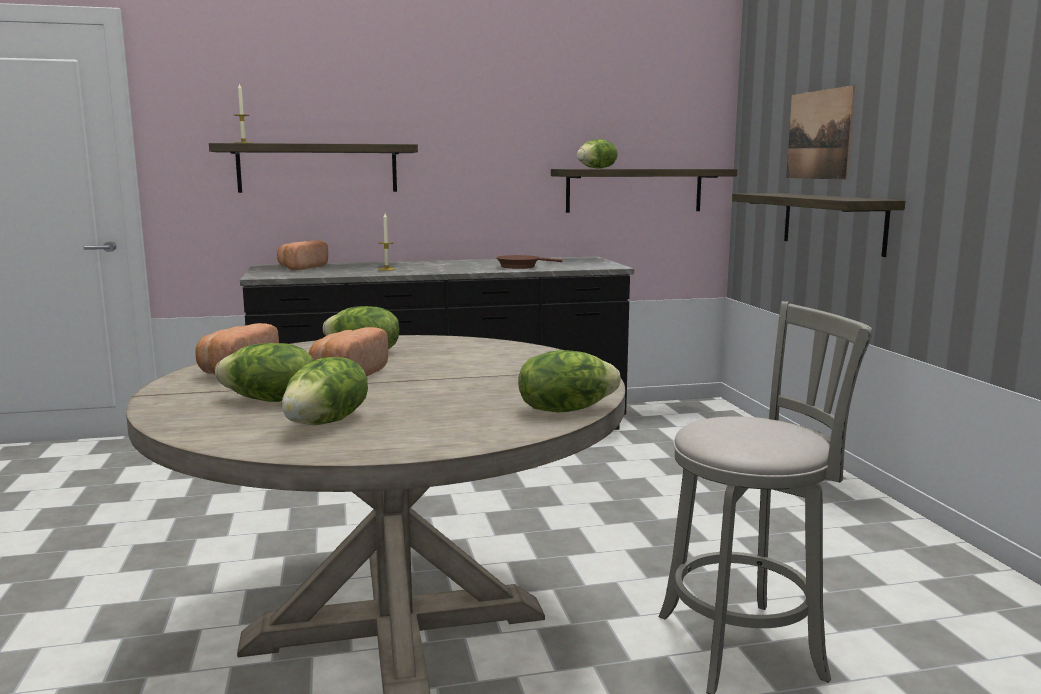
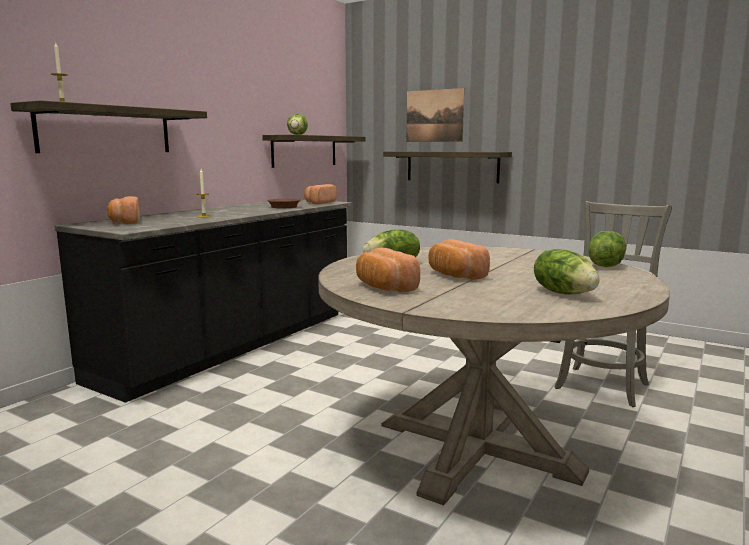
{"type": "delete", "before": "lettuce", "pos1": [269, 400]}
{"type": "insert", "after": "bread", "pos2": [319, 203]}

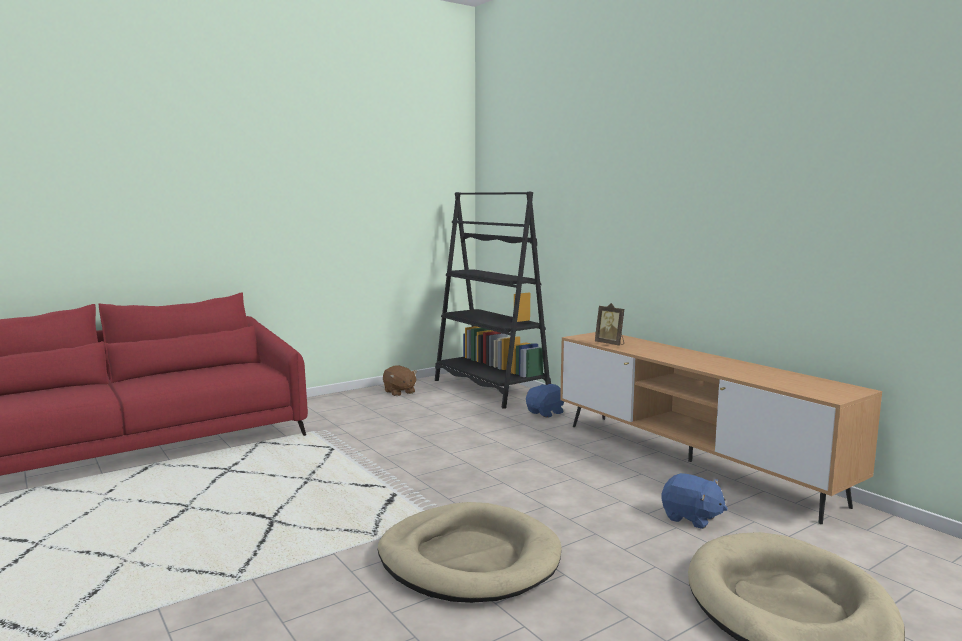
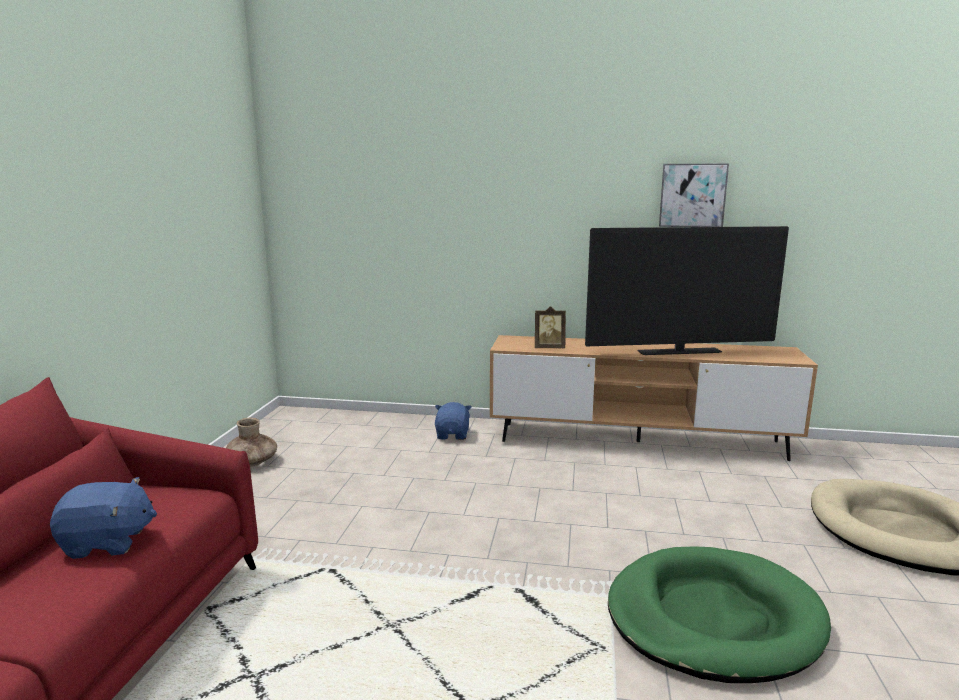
{"type": "delete", "before": "black bookcase", "pos1": [490, 388]}
{"type": "replace", "before": "brown plush toy", "after": "brown vase", "pos1": [399, 392], "pos2": [252, 462]}
{"type": "move", "before": "blue plush toy", "pos1": [691, 518], "pos2": [107, 543]}
{"type": "recolor", "before": "beige dog bed", "after": "green dog bed", "pos1": [469, 559], "pos2": [712, 618]}
{"type": "insert", "after": "picture", "pos2": [692, 195]}
{"type": "insert", "after": "television", "pos2": [679, 352]}

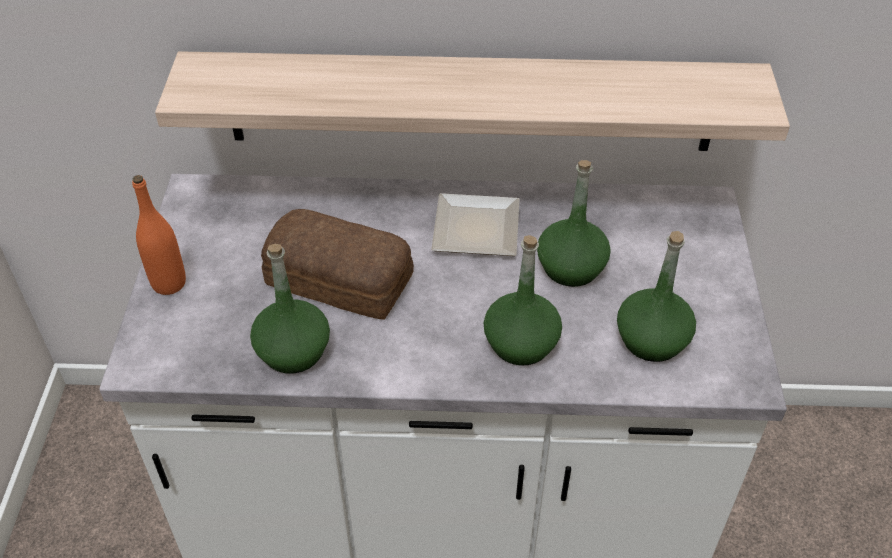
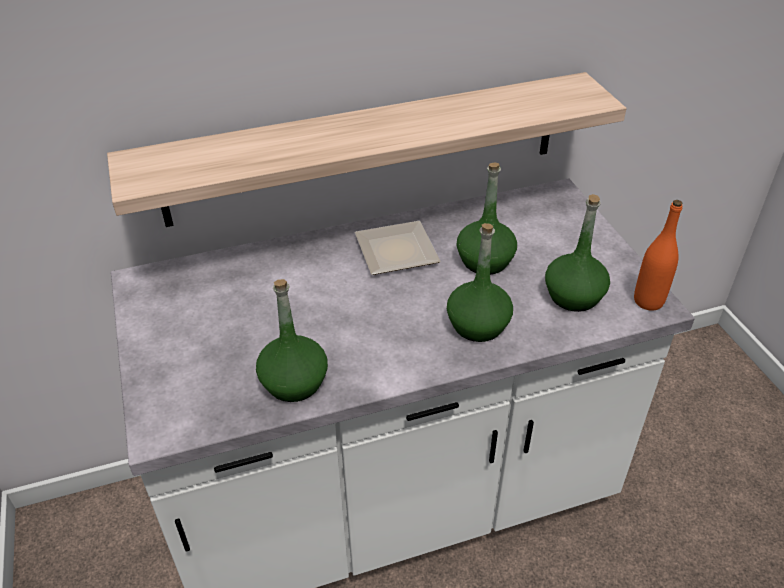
{"type": "move", "before": "orange bottle", "pos1": [169, 283], "pos2": [648, 301]}
{"type": "delete", "before": "bread", "pos1": [340, 281]}

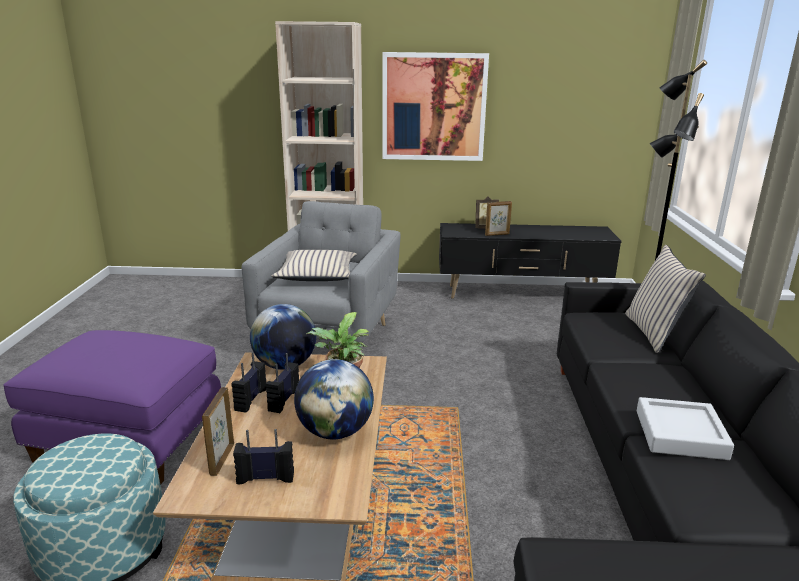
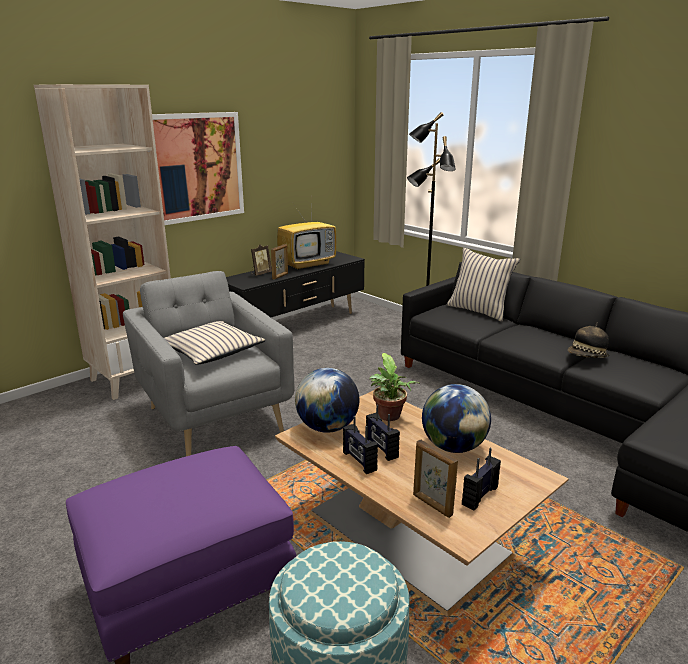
{"type": "replace", "before": "grey tray", "after": "hat", "pos1": [680, 434], "pos2": [587, 357]}
{"type": "insert", "after": "television", "pos2": [308, 264]}

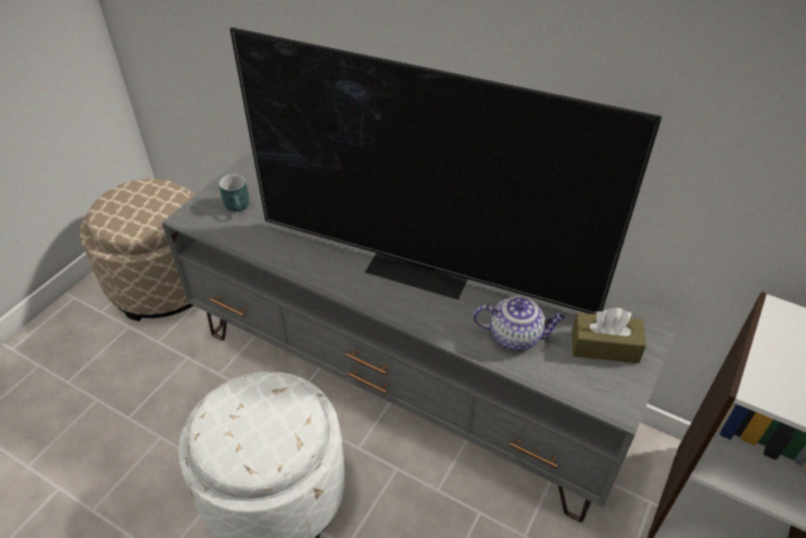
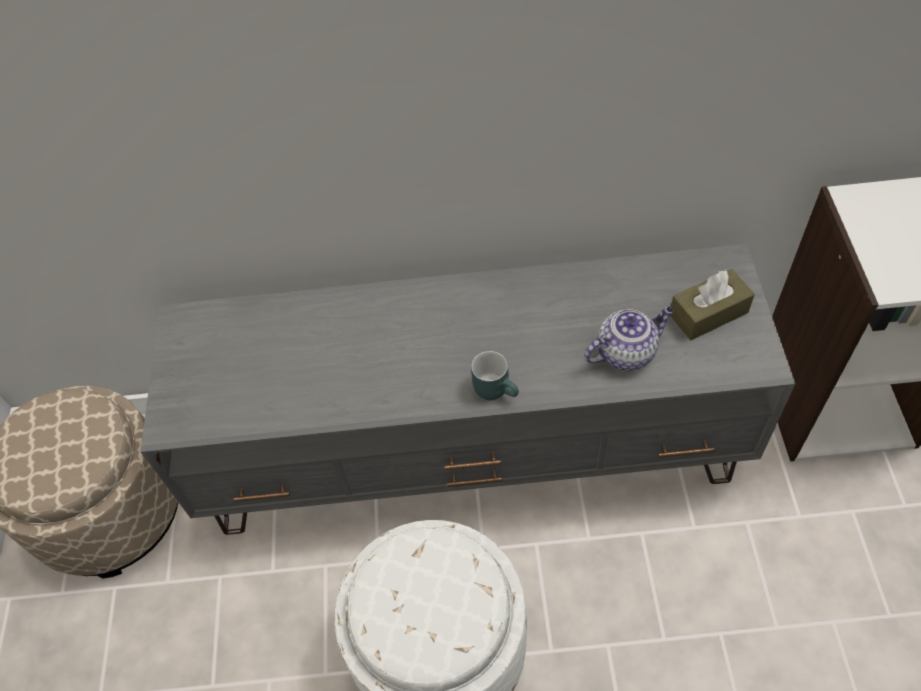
{"type": "delete", "before": "television", "pos1": [422, 267]}
{"type": "move", "before": "turquoise mug", "pos1": [239, 207], "pos2": [497, 388]}

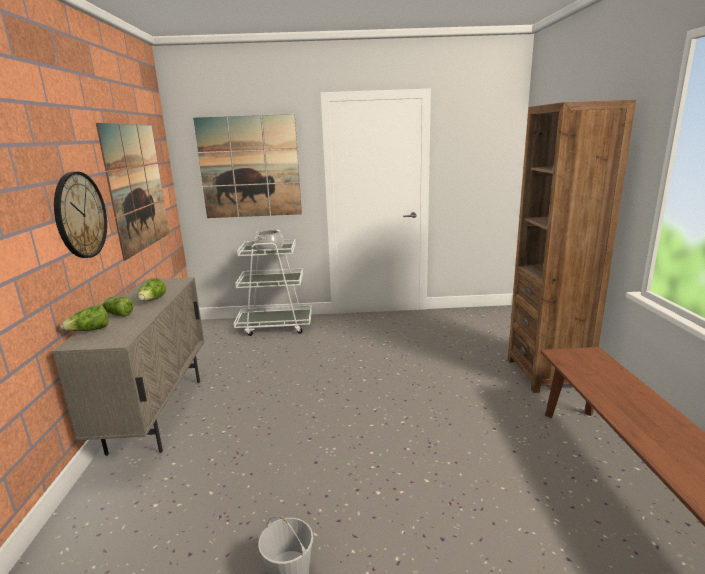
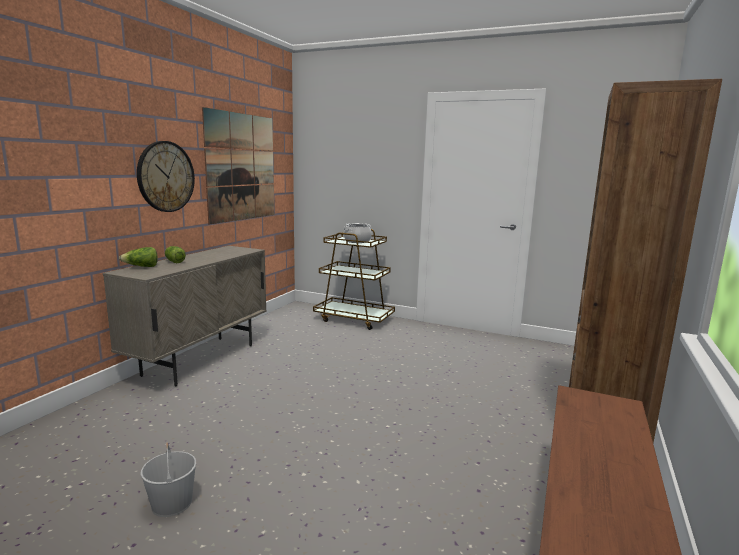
{"type": "delete", "before": "picture", "pos1": [249, 167]}
{"type": "recolor", "before": "white cart", "after": "brown cart", "pos1": [275, 326], "pos2": [354, 319]}
{"type": "delete", "before": "lettuce", "pos1": [152, 300]}

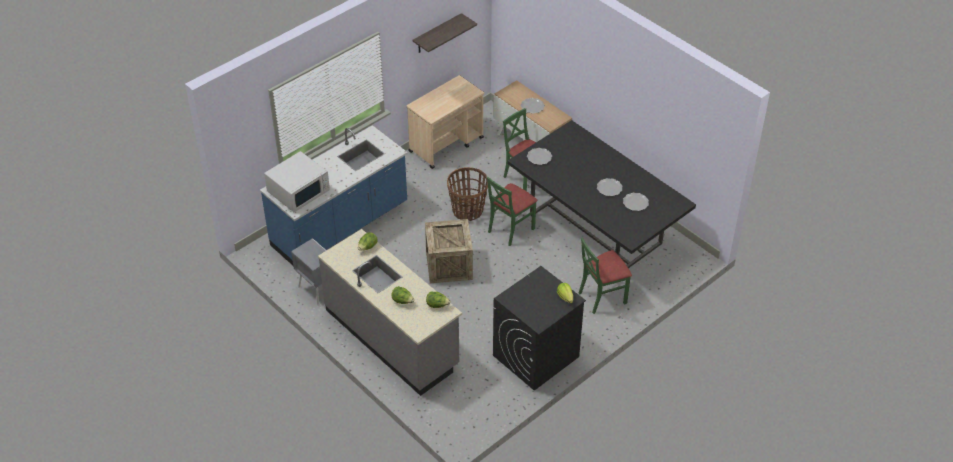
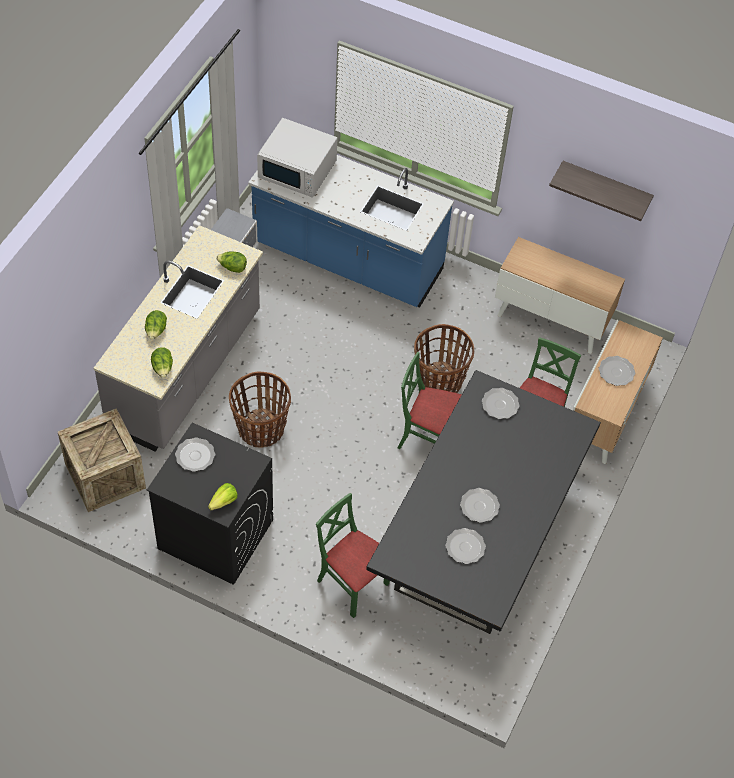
{"type": "replace", "before": "beige cart", "after": "cabinet", "pos1": [446, 144], "pos2": [552, 320]}
{"type": "move", "before": "crate", "pos1": [449, 265], "pos2": [105, 476]}
{"type": "insert", "after": "basket", "pos2": [261, 429]}
{"type": "insert", "after": "plate", "pos2": [195, 456]}

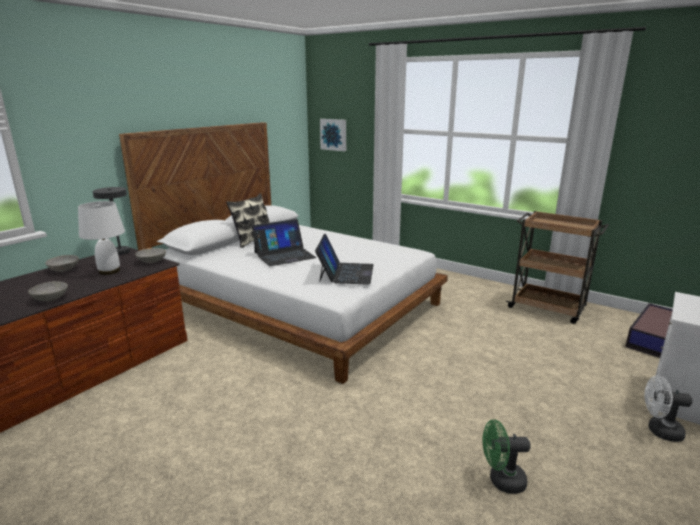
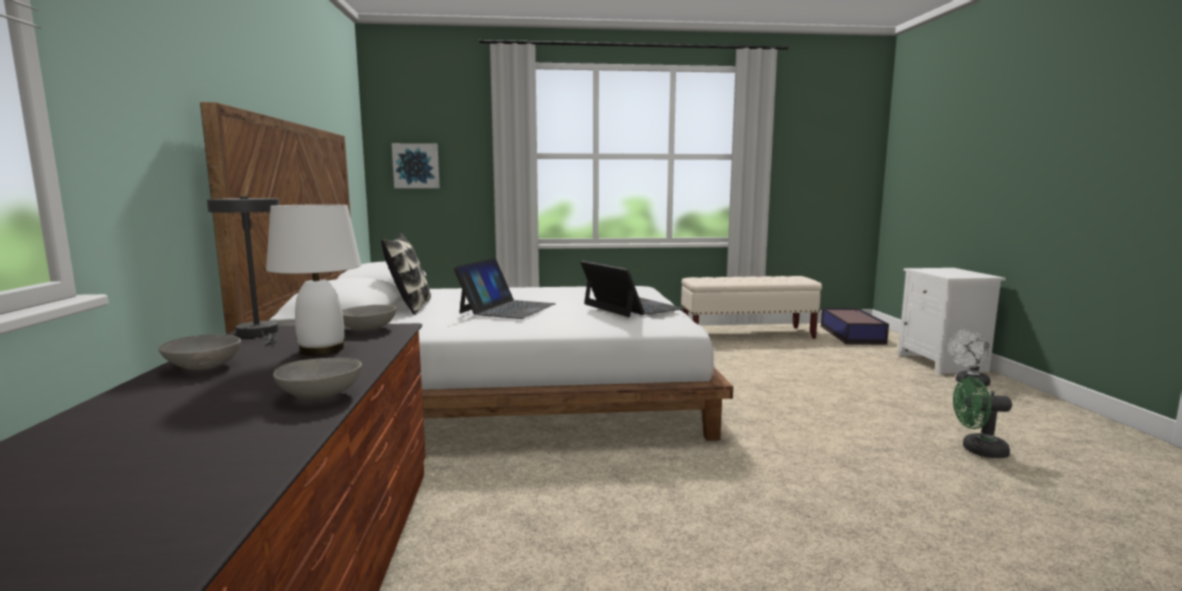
{"type": "replace", "before": "brown cart", "after": "beige bench", "pos1": [548, 308], "pos2": [747, 334]}
{"type": "rotate", "before": "green fan", "pos1": [501, 481], "pos2": [978, 450], "turn": 45}

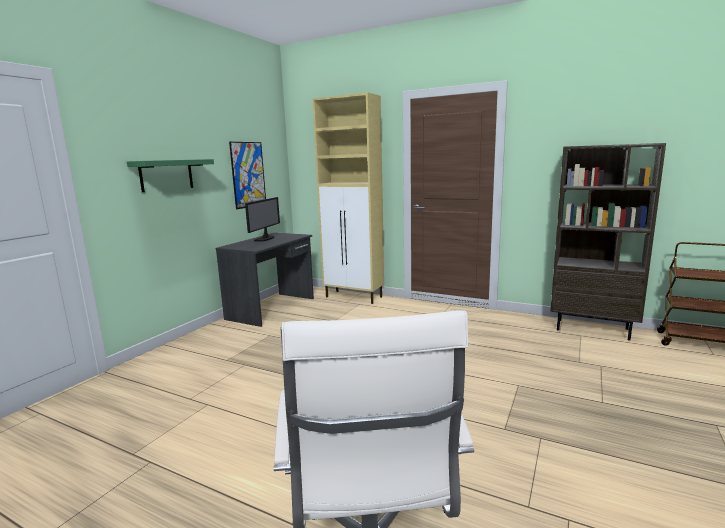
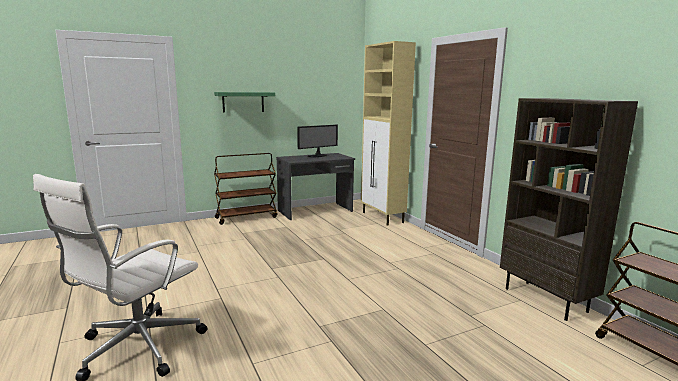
{"type": "delete", "before": "picture", "pos1": [248, 174]}
{"type": "insert", "after": "brown cart", "pos2": [246, 217]}

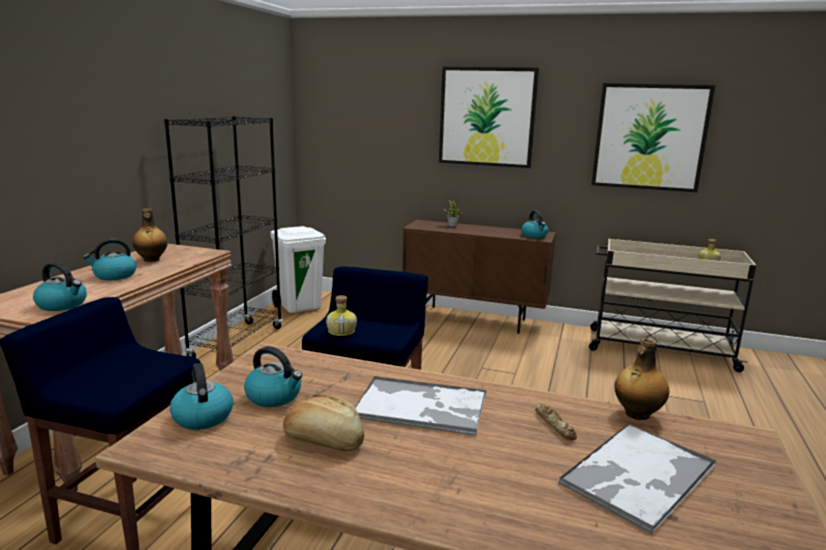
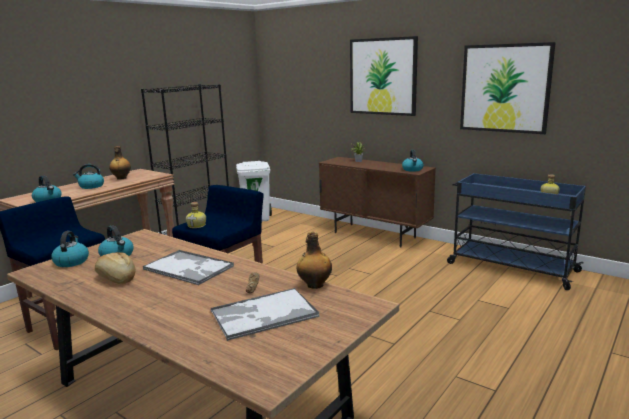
{"type": "recolor", "before": "beige cart", "after": "blue cart", "pos1": [658, 349], "pos2": [510, 267]}

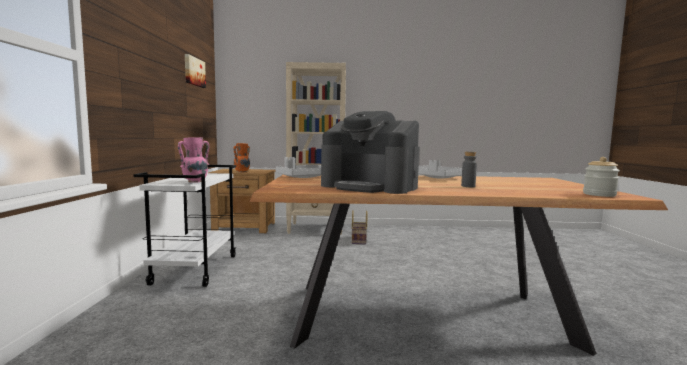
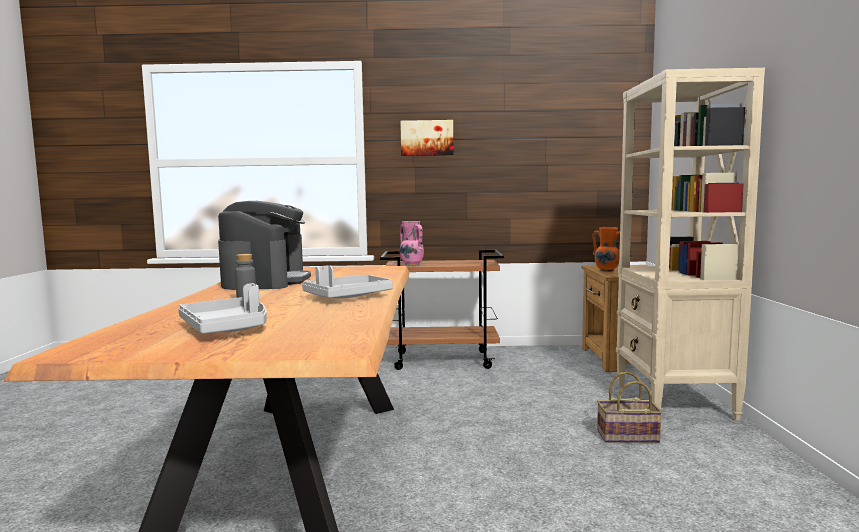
{"type": "move", "before": "picture", "pos1": [193, 71], "pos2": [427, 138]}
{"type": "rotate", "before": "coffee machine", "pos1": [370, 186], "pos2": [266, 281], "turn": 150}
{"type": "move", "before": "grey tray", "pos1": [304, 177], "pos2": [227, 328]}
{"type": "delete", "before": "jar", "pos1": [599, 194]}
{"type": "recolor", "before": "white cart", "after": "brown cart", "pos1": [195, 269], "pos2": [443, 360]}

